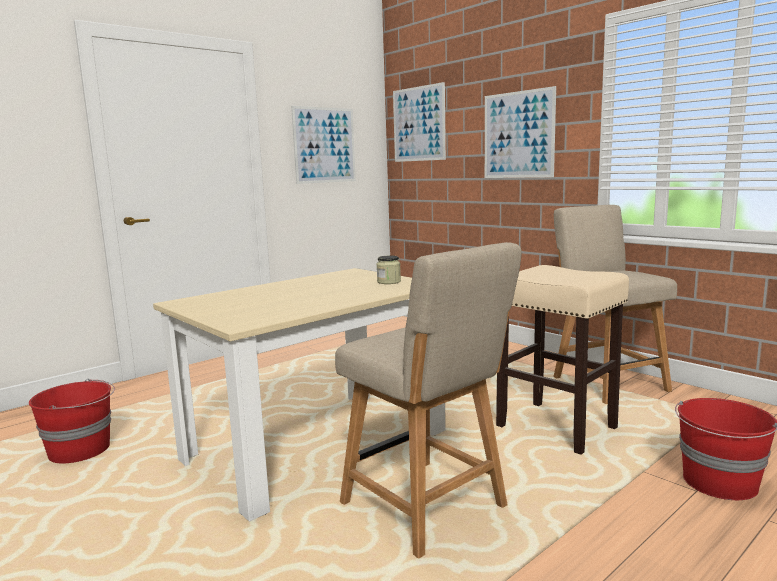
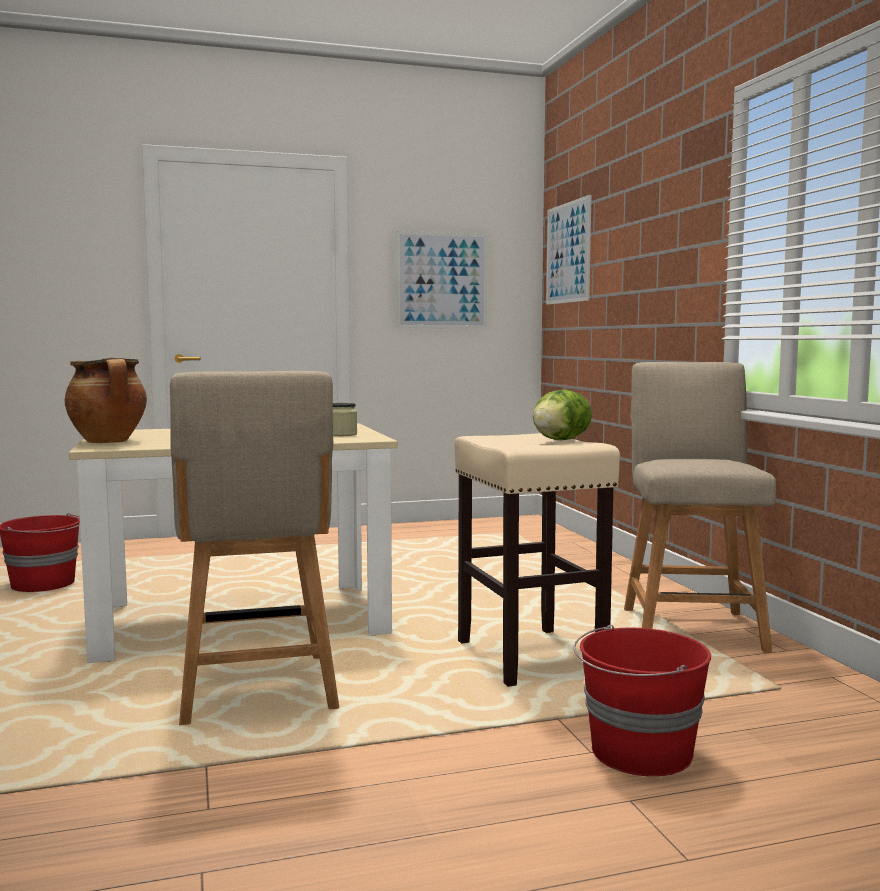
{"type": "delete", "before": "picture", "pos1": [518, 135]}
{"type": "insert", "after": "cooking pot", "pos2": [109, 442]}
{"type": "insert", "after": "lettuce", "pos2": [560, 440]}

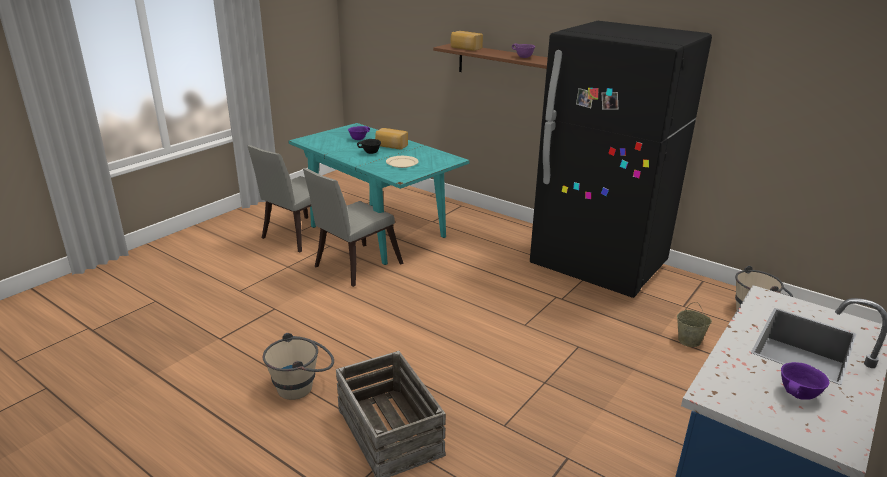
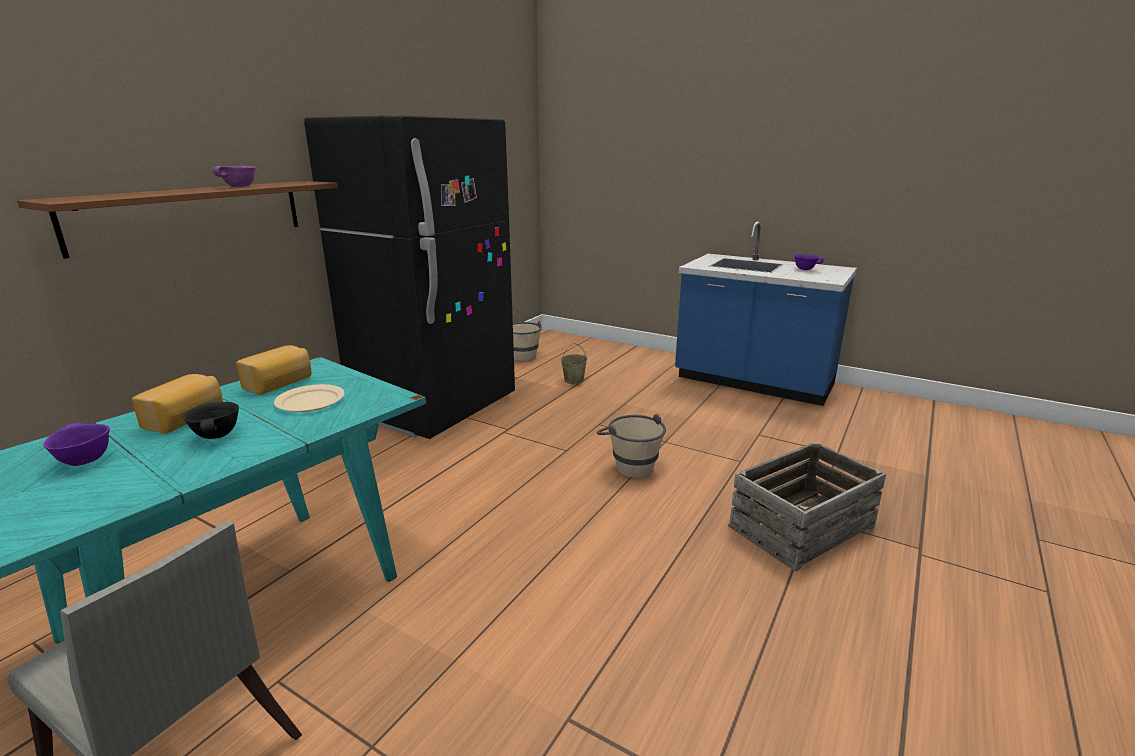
{"type": "move", "before": "bread", "pos1": [465, 48], "pos2": [279, 383]}
{"type": "delete", "before": "grey chair", "pos1": [353, 266]}
{"type": "move", "before": "beige bucket", "pos1": [302, 386], "pos2": [629, 465]}

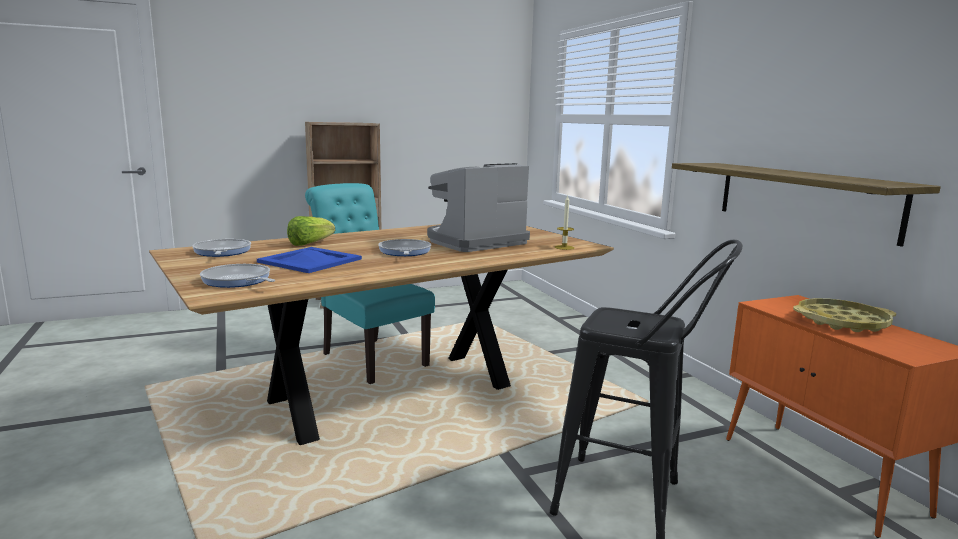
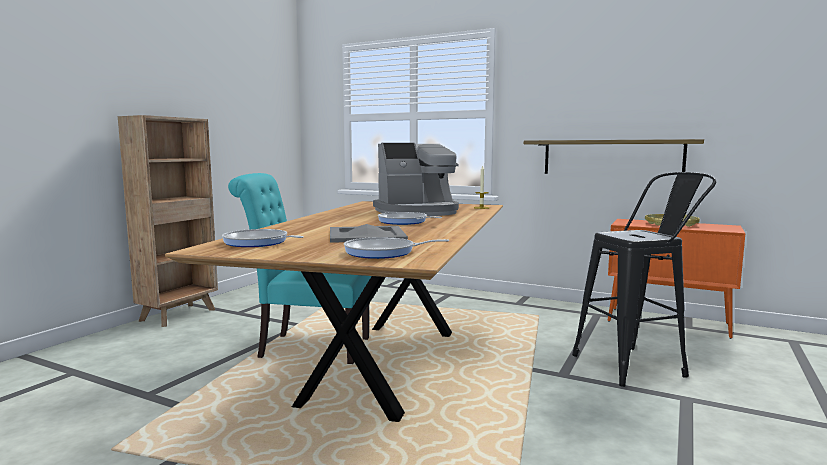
{"type": "rotate", "before": "coffee machine", "pos1": [474, 242], "pos2": [418, 212], "turn": -120}
{"type": "delete", "before": "lettuce", "pos1": [309, 244]}
{"type": "recolor", "before": "blue tray", "after": "grey tray", "pos1": [311, 260], "pos2": [367, 235]}

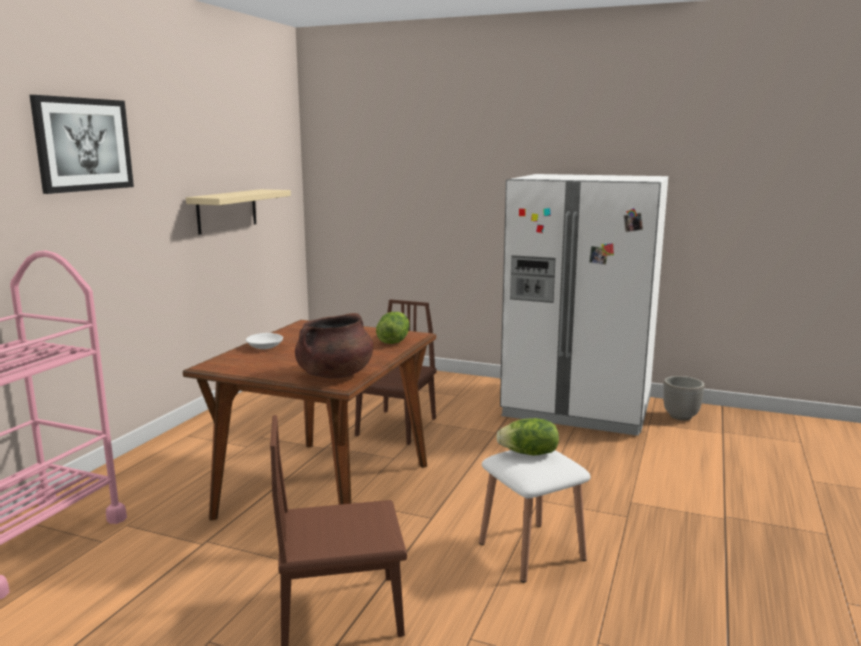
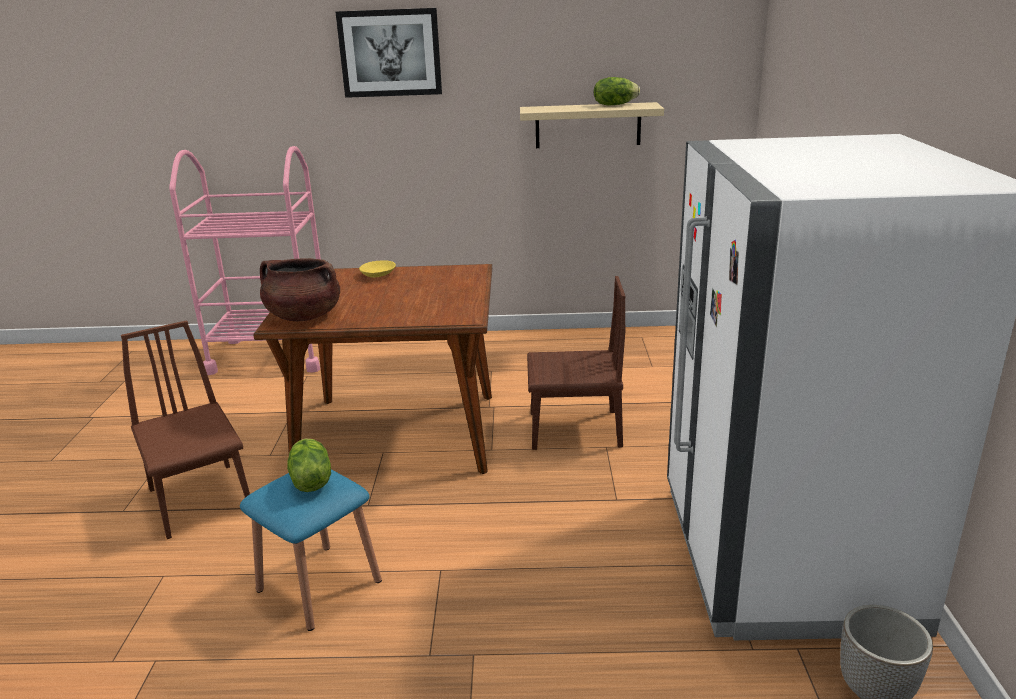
{"type": "move", "before": "lettuce", "pos1": [393, 341], "pos2": [614, 105]}
{"type": "recolor", "before": "white bowl", "after": "yellow bowl", "pos1": [265, 347], "pos2": [377, 275]}
{"type": "recolor", "before": "white stool", "after": "blue stool", "pos1": [531, 551], "pos2": [319, 585]}

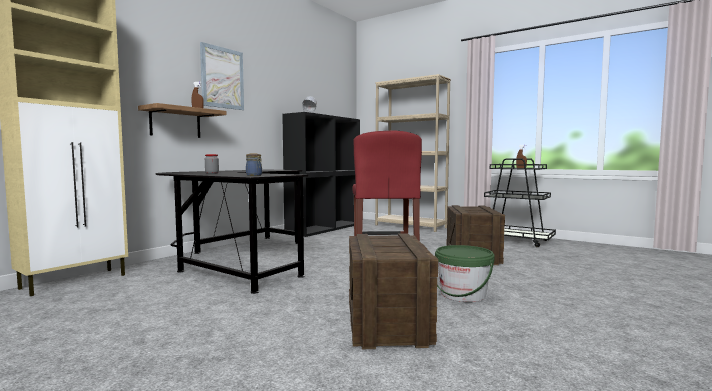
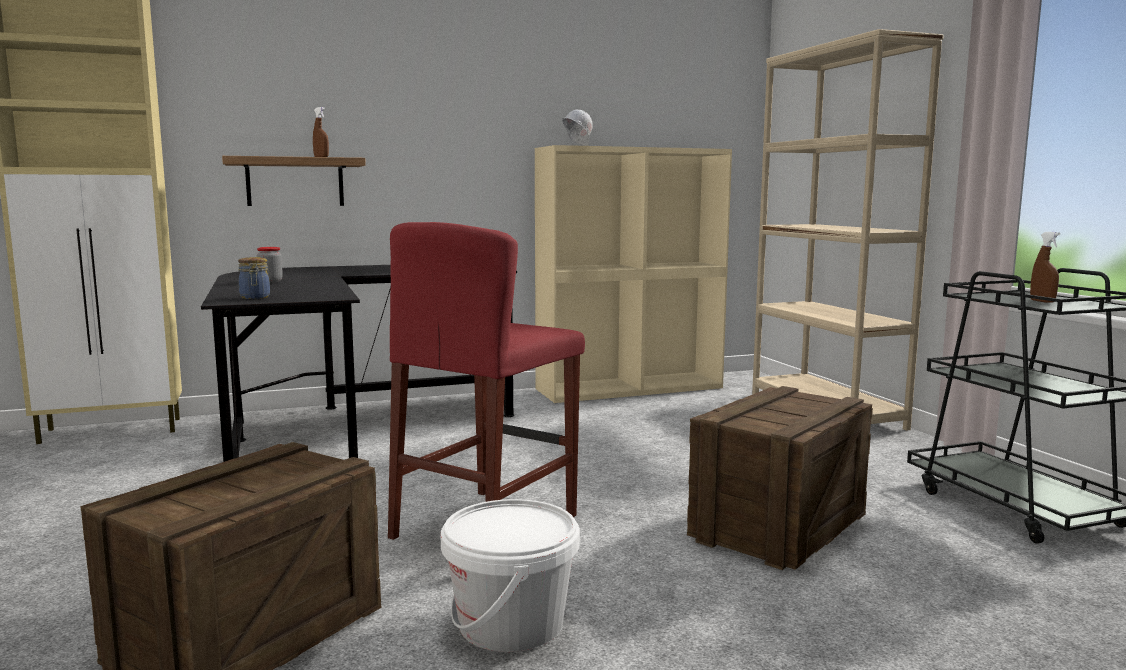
{"type": "delete", "before": "picture", "pos1": [222, 78]}
{"type": "recolor", "before": "black bookcase", "after": "beige bookcase", "pos1": [324, 228], "pos2": [630, 388]}
{"type": "recolor", "before": "green bucket", "after": "white bucket", "pos1": [463, 294], "pos2": [510, 624]}

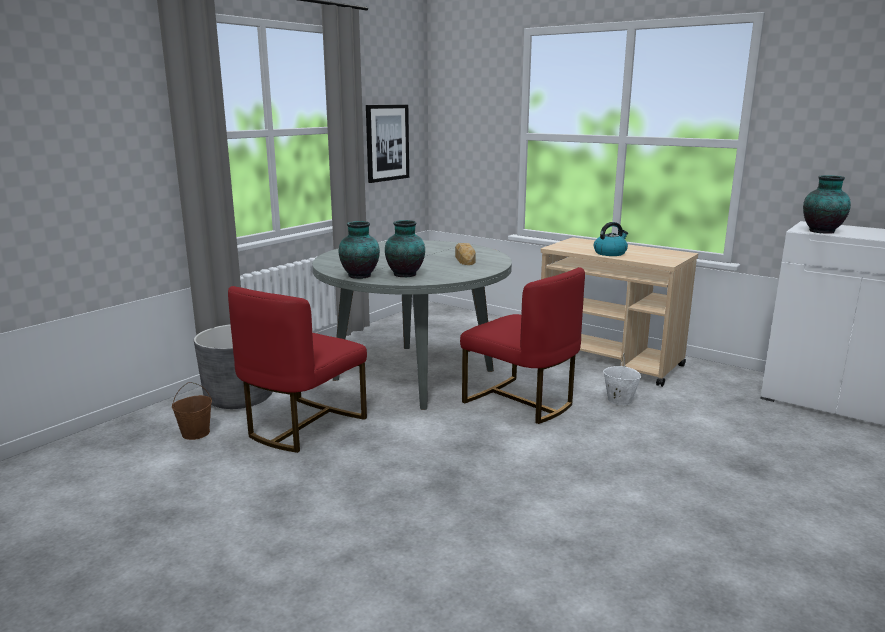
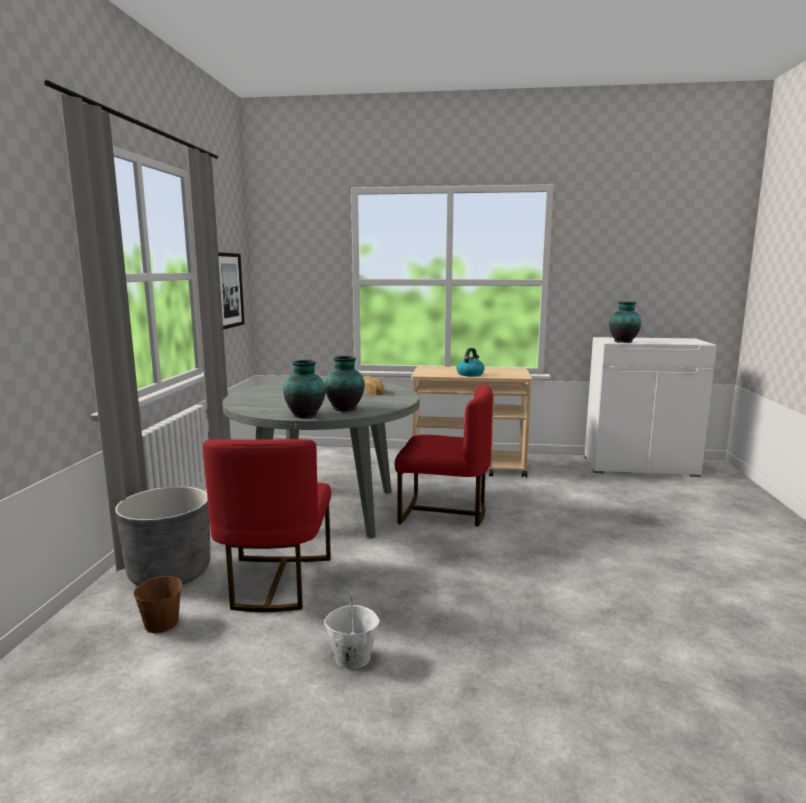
{"type": "move", "before": "white bucket", "pos1": [619, 400], "pos2": [352, 658]}

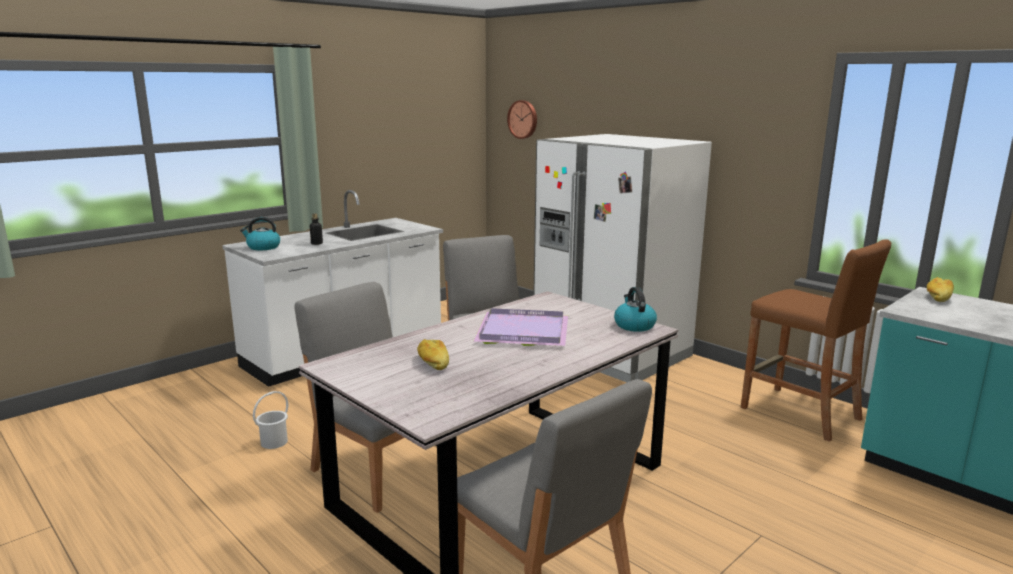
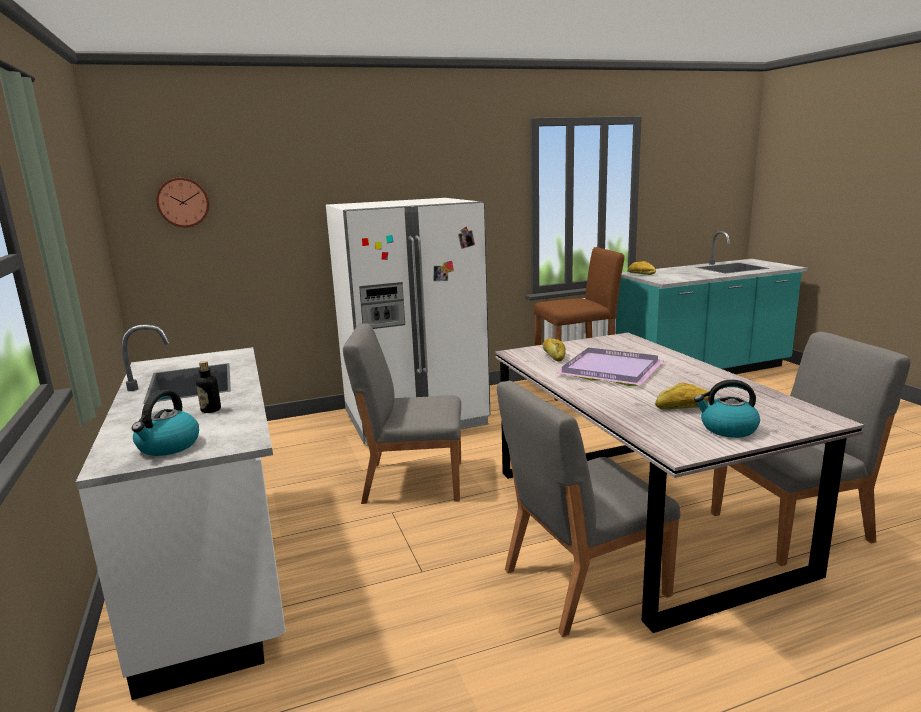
{"type": "move", "before": "kettle", "pos1": [634, 325], "pos2": [727, 429]}
{"type": "delete", "before": "white bucket", "pos1": [273, 442]}
{"type": "insert", "after": "bread", "pos2": [554, 356]}

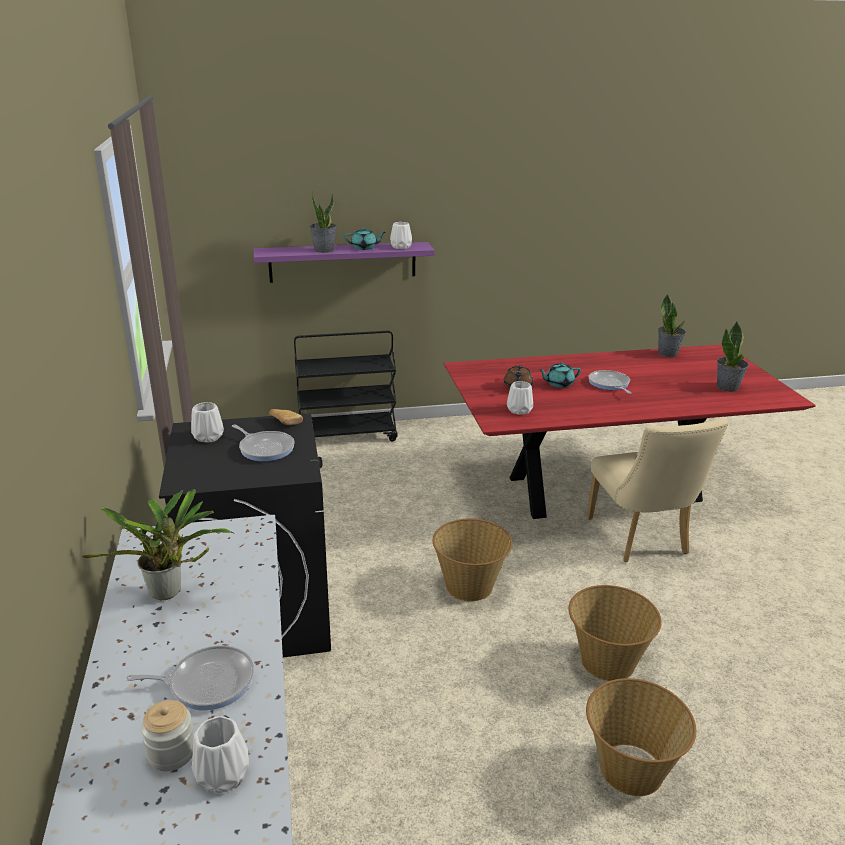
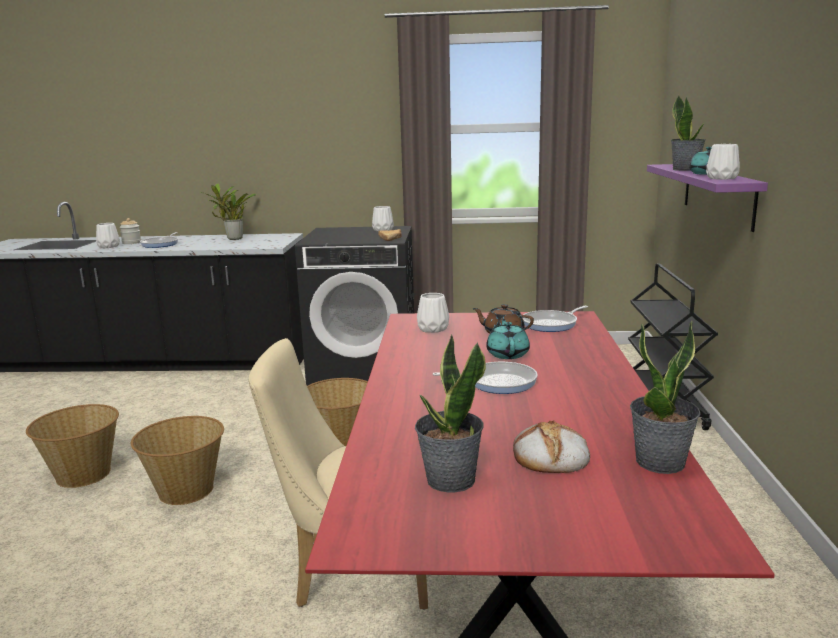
{"type": "move", "before": "frying pan", "pos1": [265, 448], "pos2": [552, 324]}
{"type": "insert", "after": "bread", "pos2": [549, 456]}

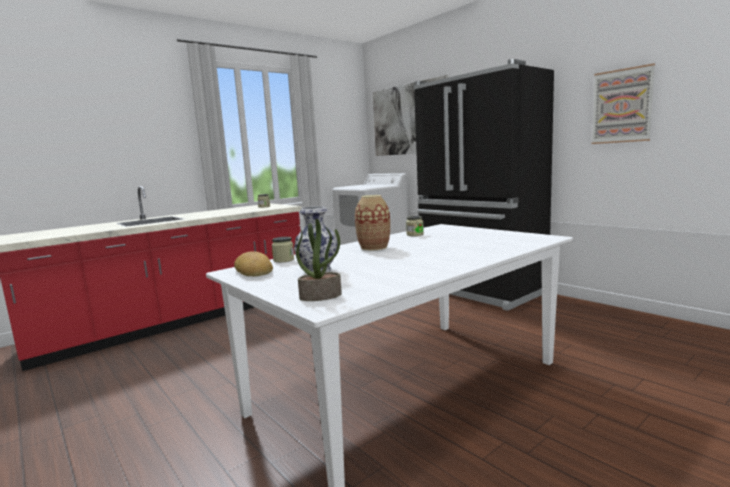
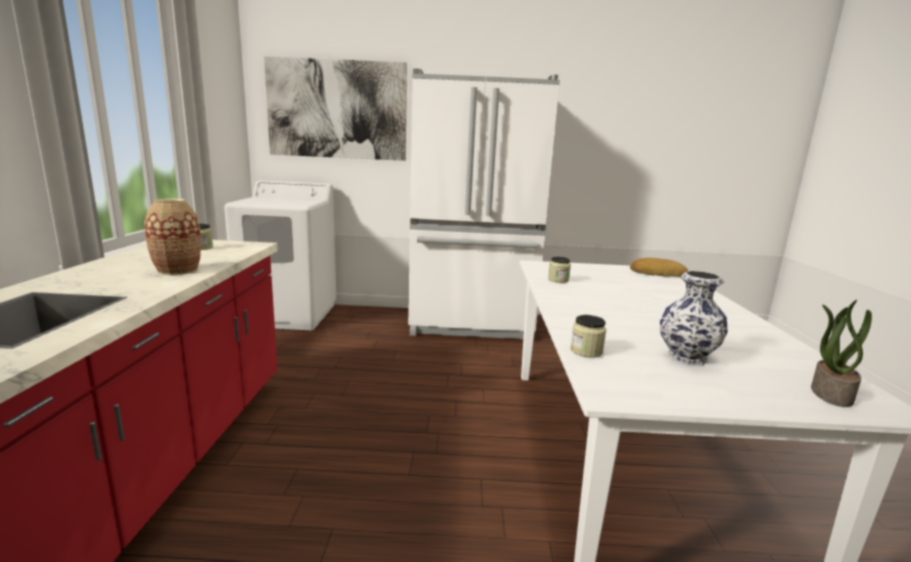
{"type": "recolor", "before": "black fridge", "after": "white fridge", "pos1": [480, 291], "pos2": [471, 325]}
{"type": "delete", "before": "picture", "pos1": [622, 106]}
{"type": "move", "before": "vase", "pos1": [374, 247], "pos2": [177, 270]}
{"type": "move", "before": "bread", "pos1": [255, 271], "pos2": [657, 273]}

